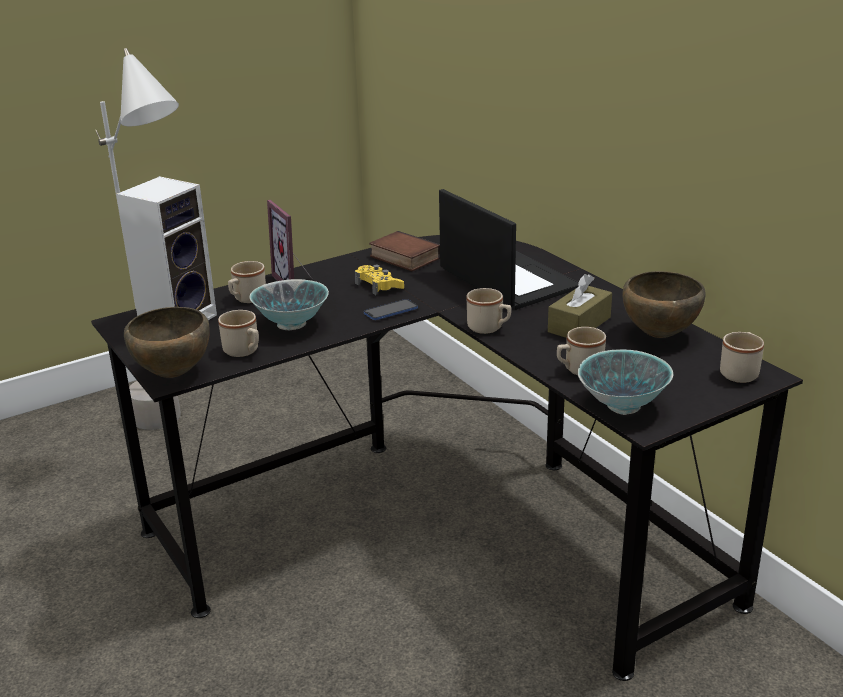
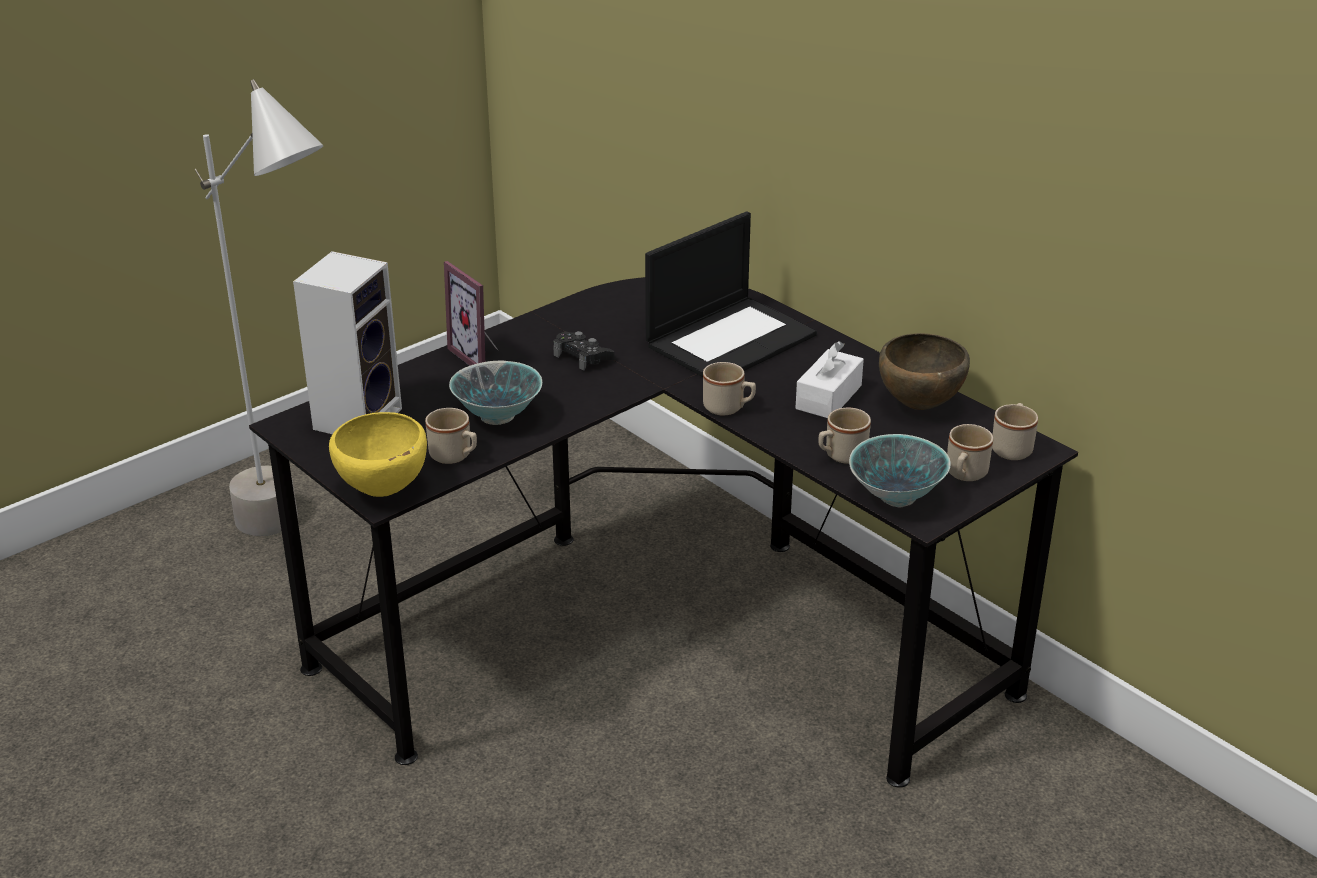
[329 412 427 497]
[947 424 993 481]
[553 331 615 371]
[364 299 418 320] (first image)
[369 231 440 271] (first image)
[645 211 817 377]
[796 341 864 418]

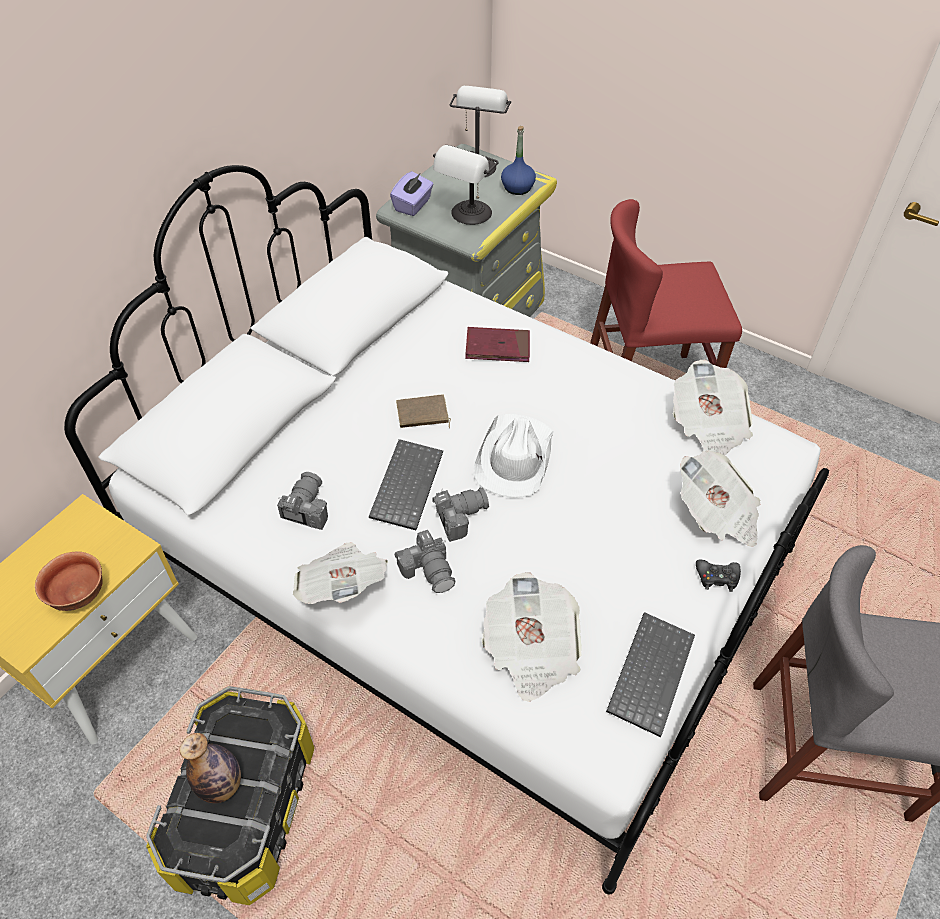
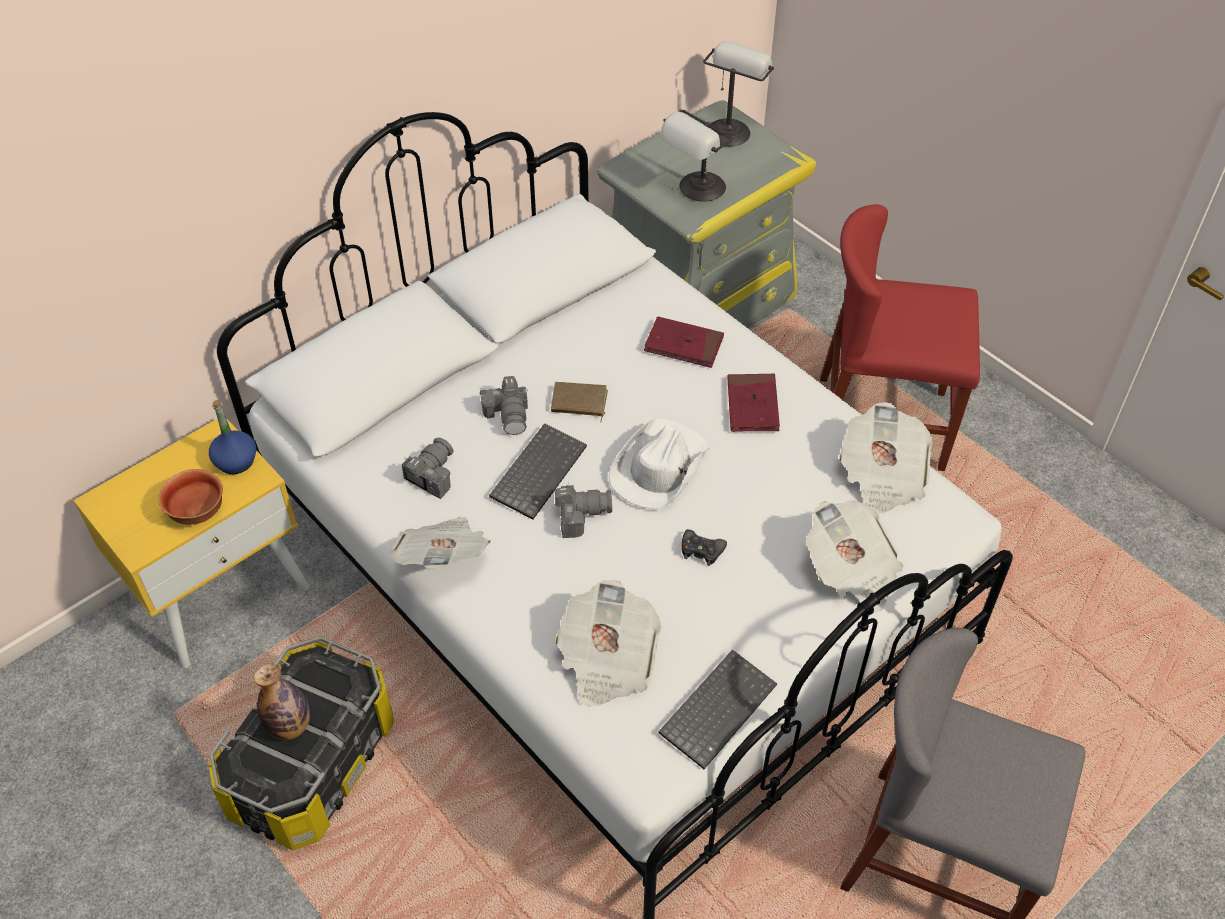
[390 171 433 216] (first image)
[480 376 528 435]
[209 400 256 474]
[682 529 727 566]
[727 374 780 432]

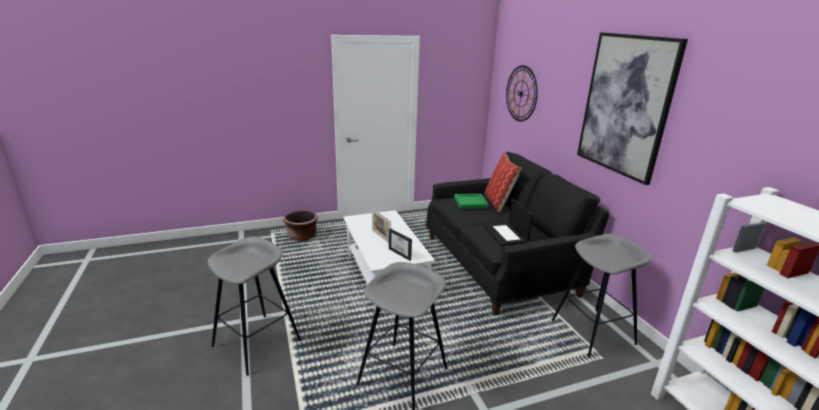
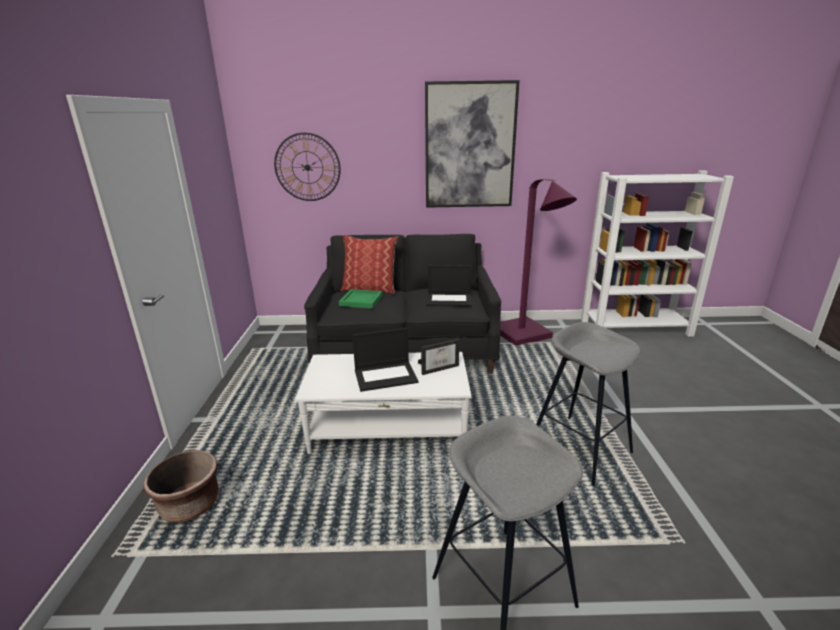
[352 328 419 392]
[500 179 577 346]

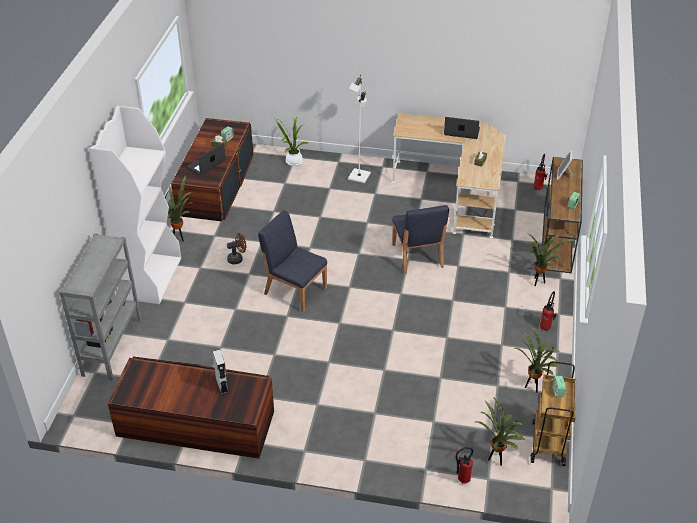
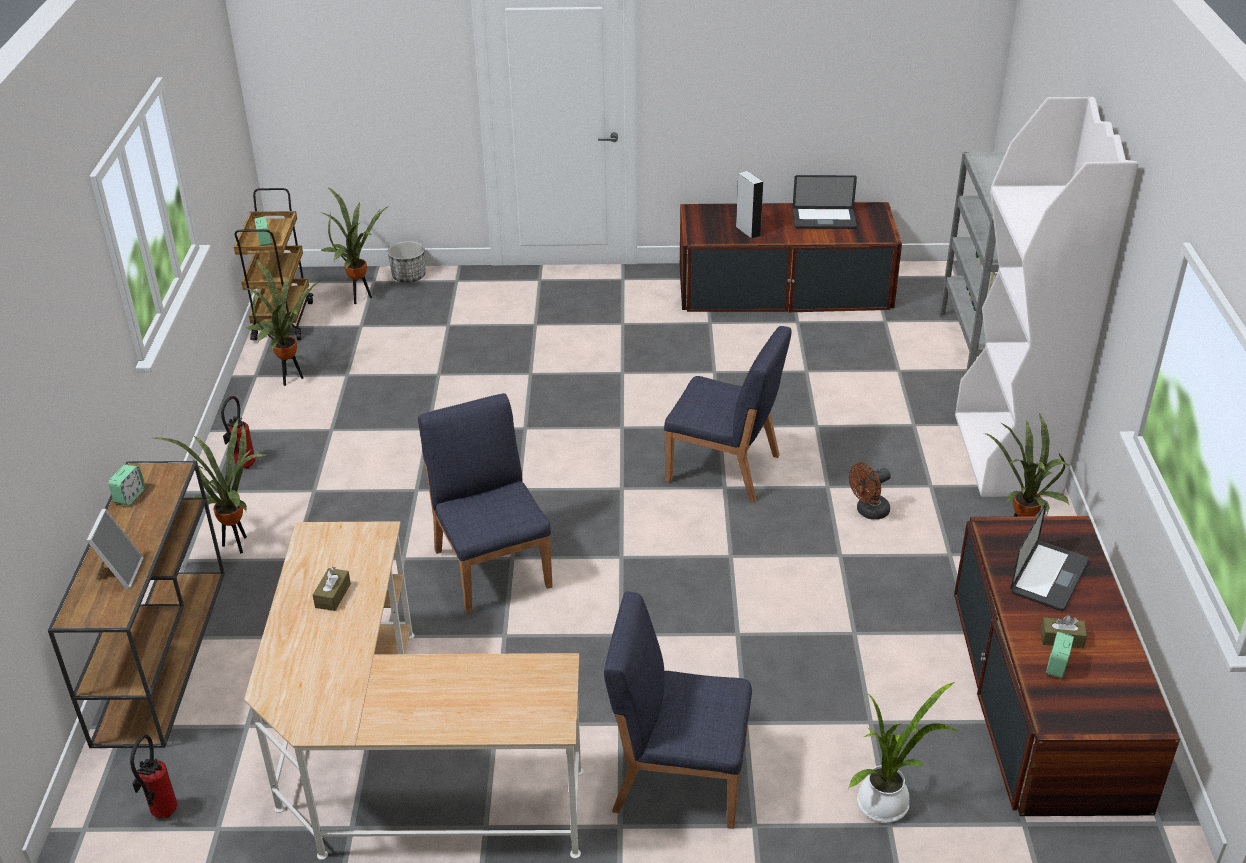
[604 591 752 829]
[793 175 857 229]
[387 241 426 283]

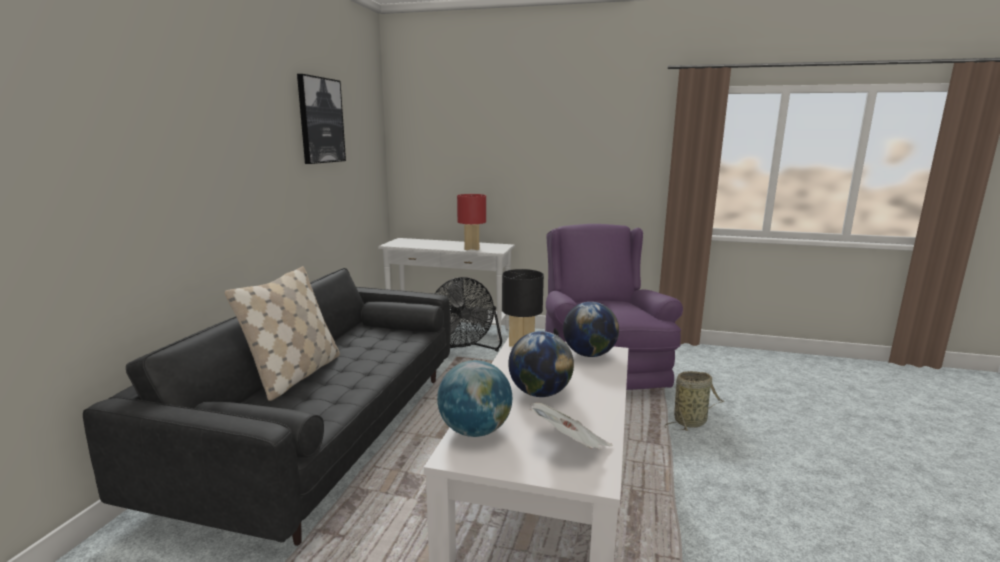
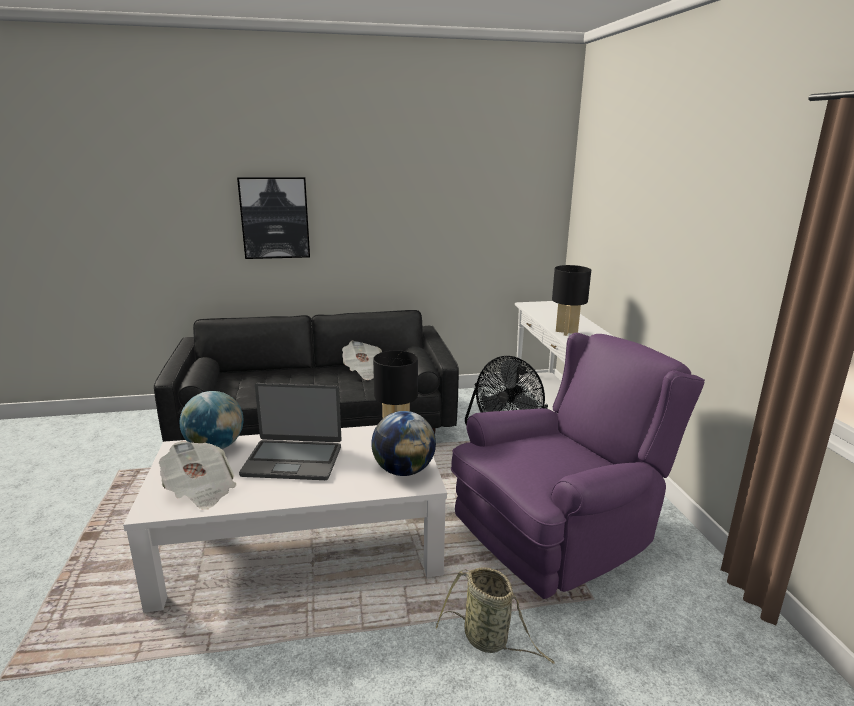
[225 266 340 401] (first image)
[237 177 310 259]
[552 265 591 336]
[239 383 342 480]
[342 341 382 380]

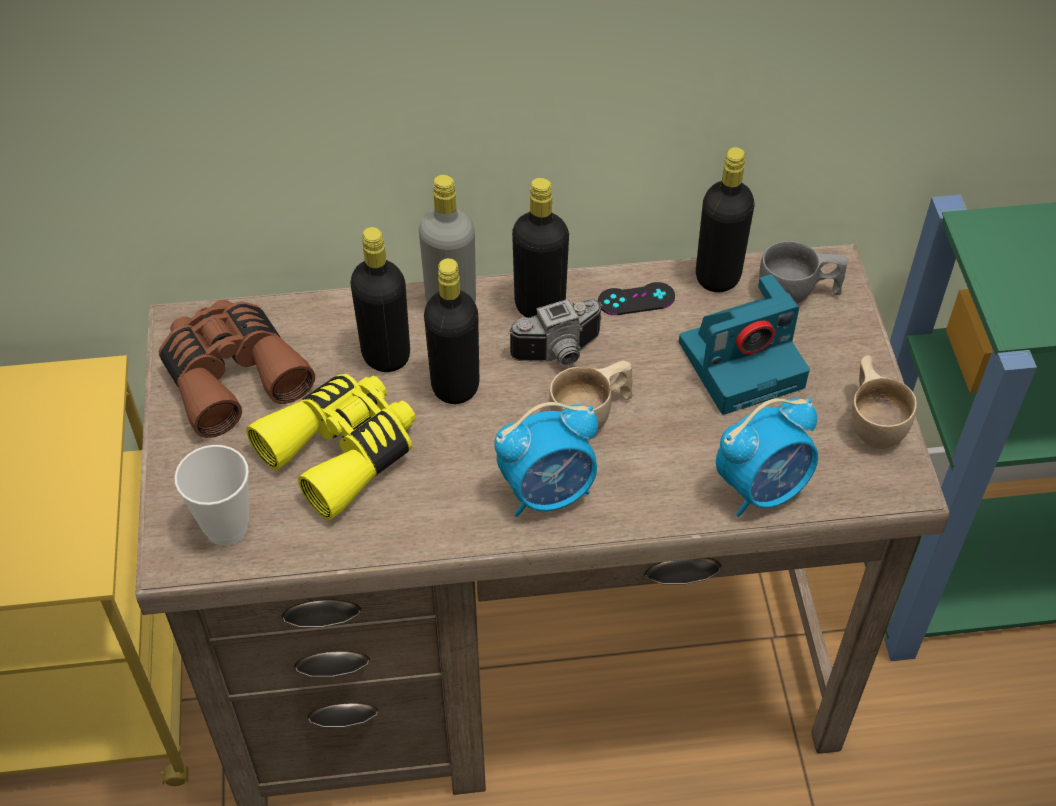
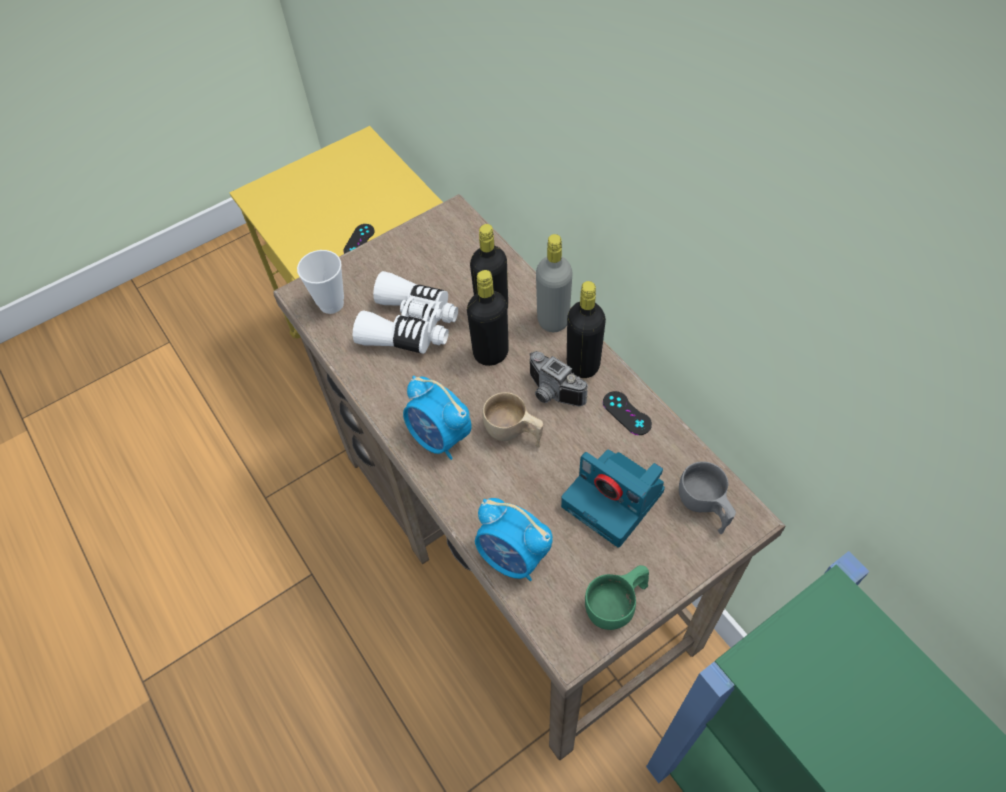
[159 300 315 438] (first image)
[353 271 458 354]
[696 147 754 293] (first image)
[585 565 649 630]
[343 224 375 254]

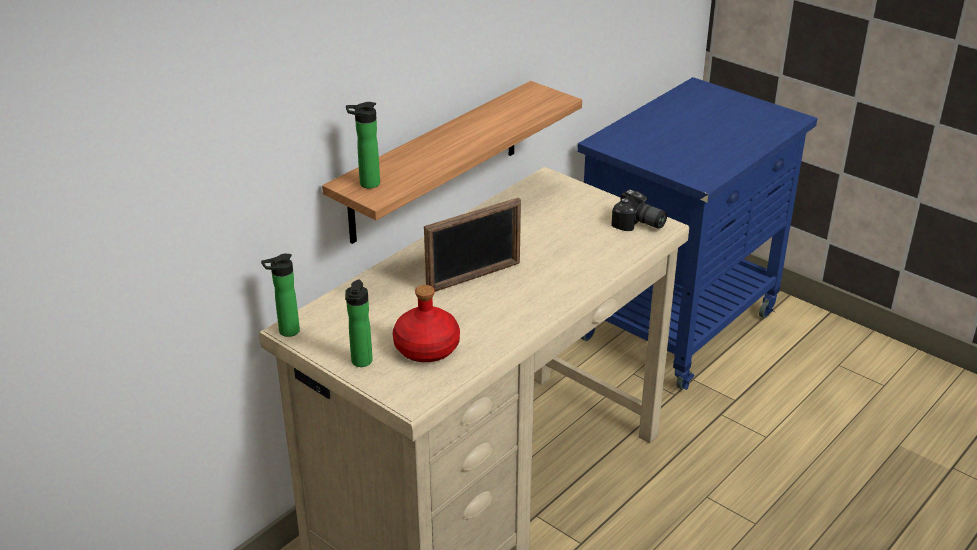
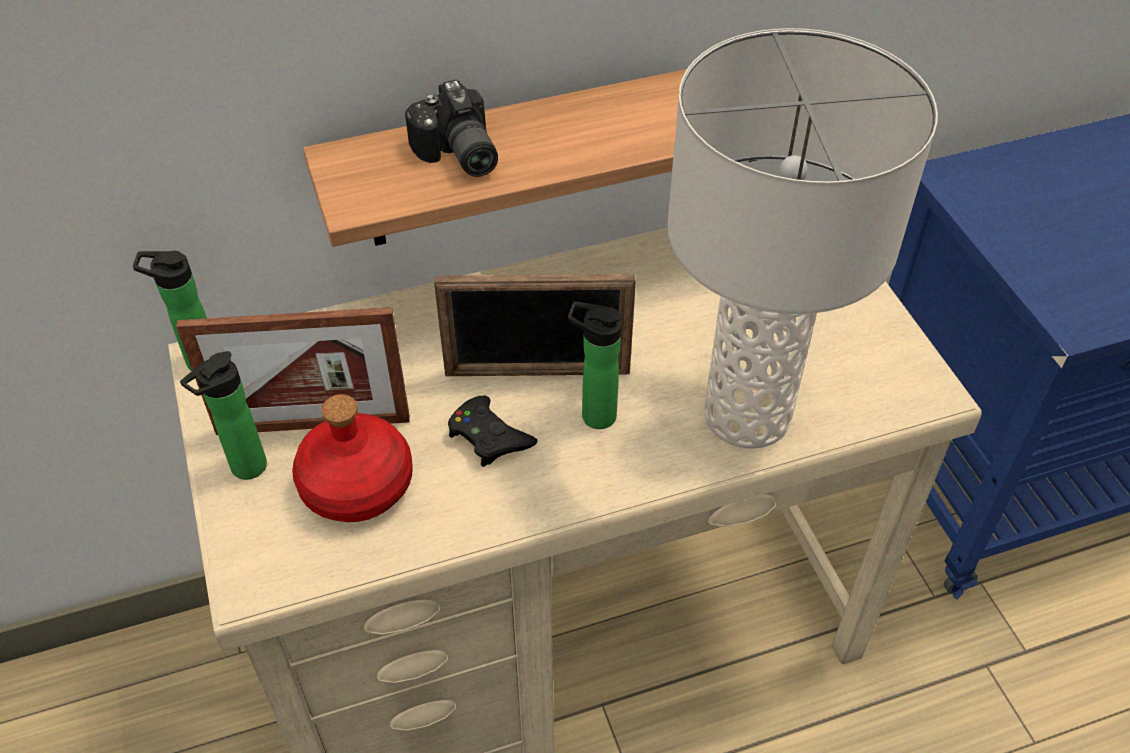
[568 301 623 429]
[405 80 498 177]
[176 307 410 435]
[448 396 537 467]
[667 28 938 448]

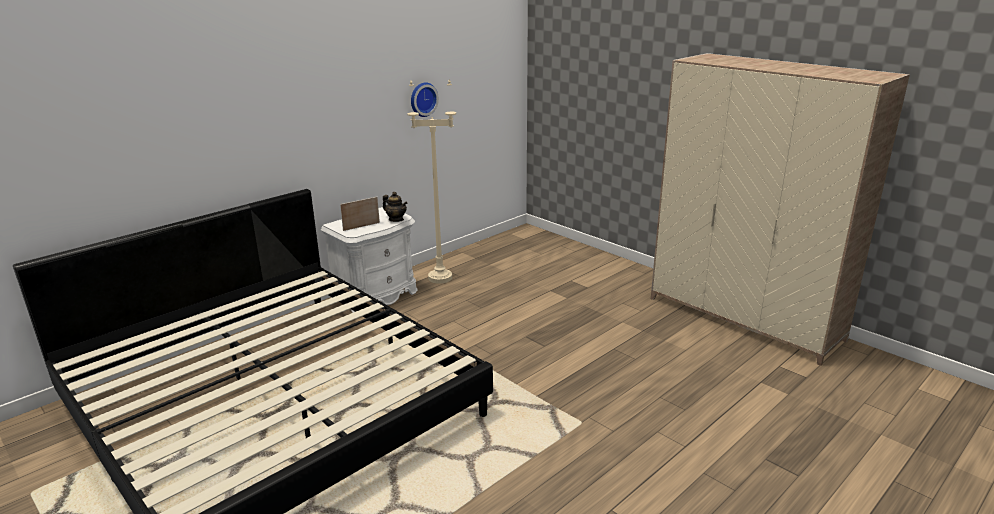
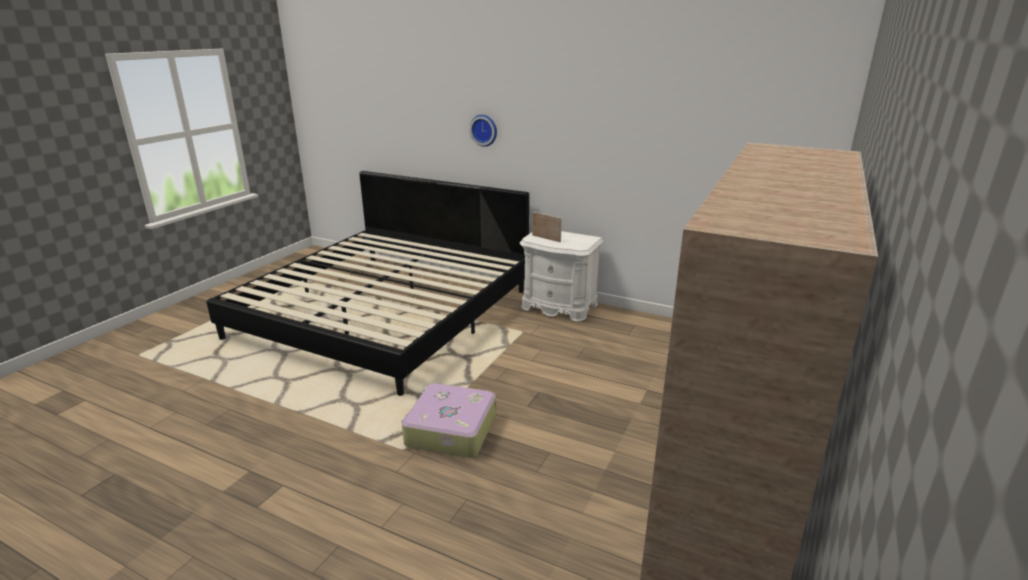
[383 192 408 222] (first image)
[408 80 456 284] (first image)
[469 115 497 147]
[402 383 496 458]

